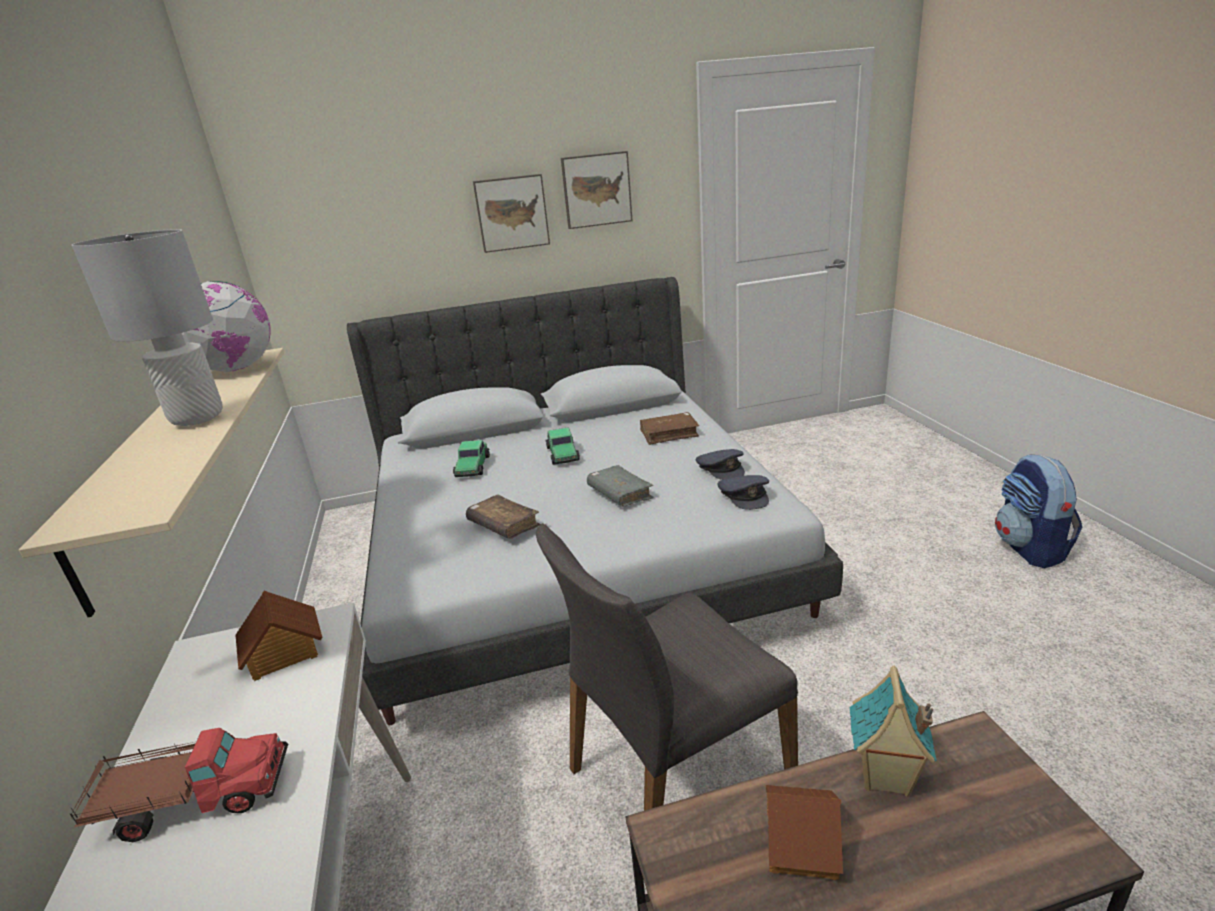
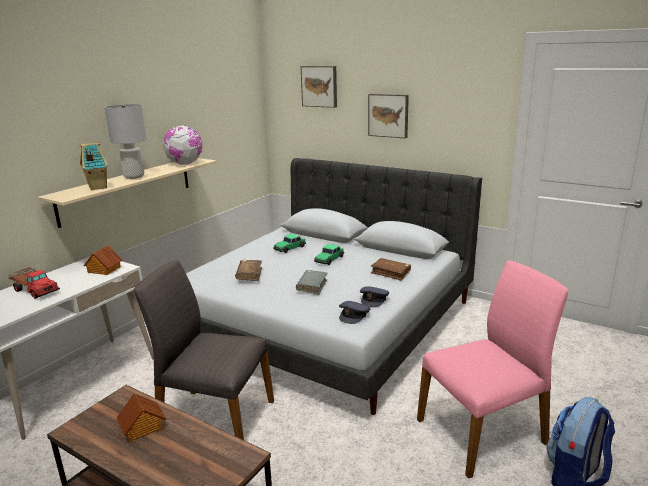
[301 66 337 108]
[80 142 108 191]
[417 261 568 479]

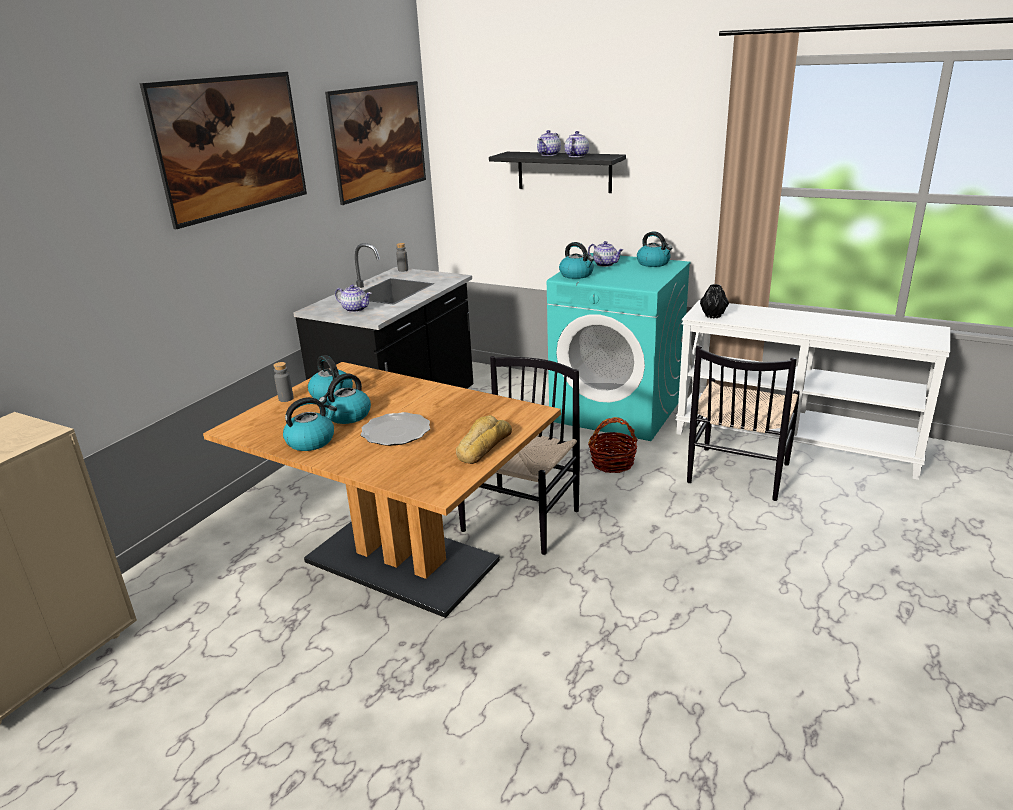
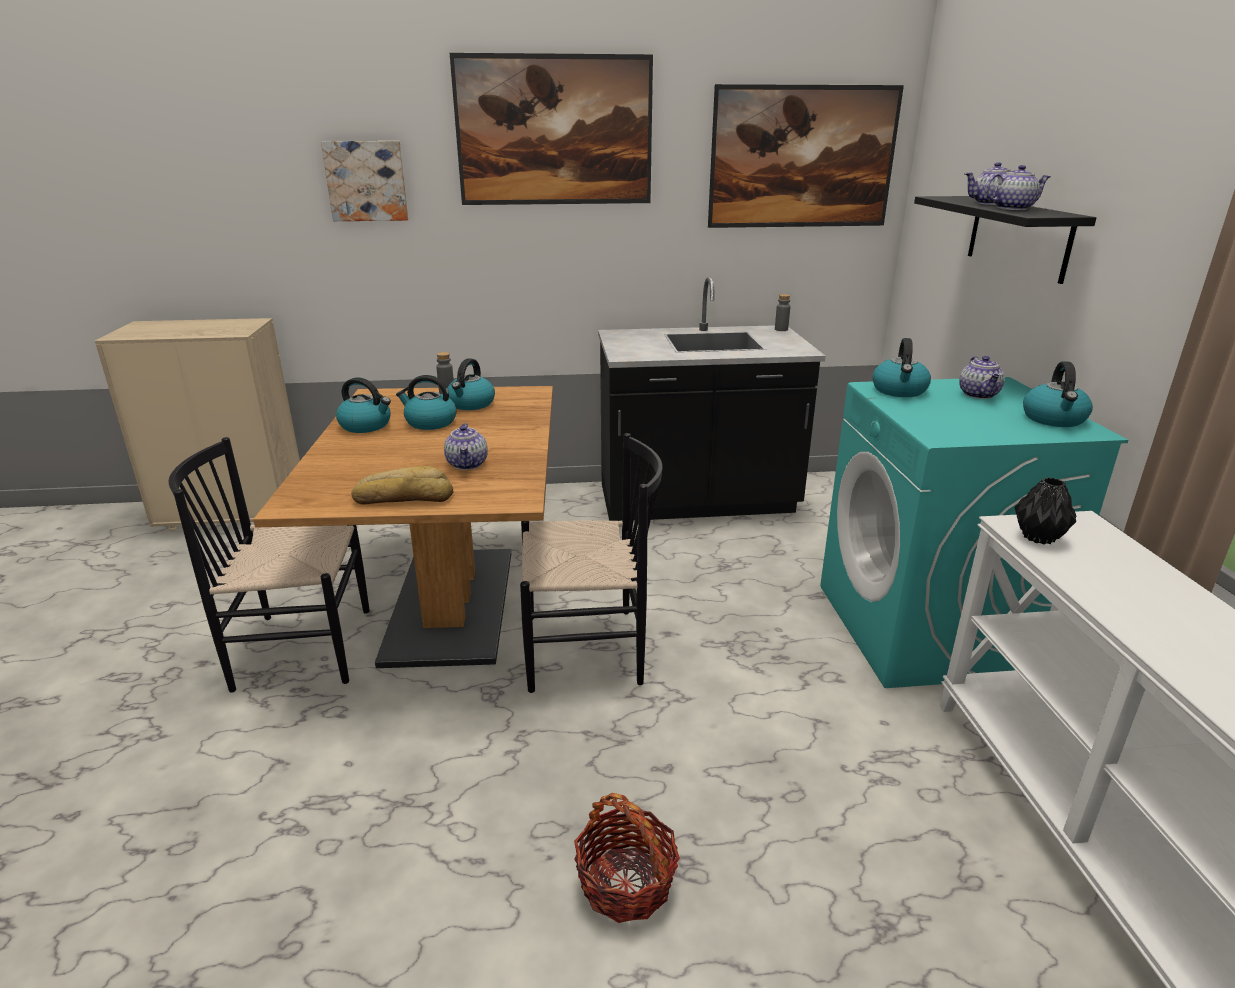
[444 423 488 470]
[361 412 430 446] (first image)
[574 793 680 923]
[169 437 370 693]
[321 141 408 221]

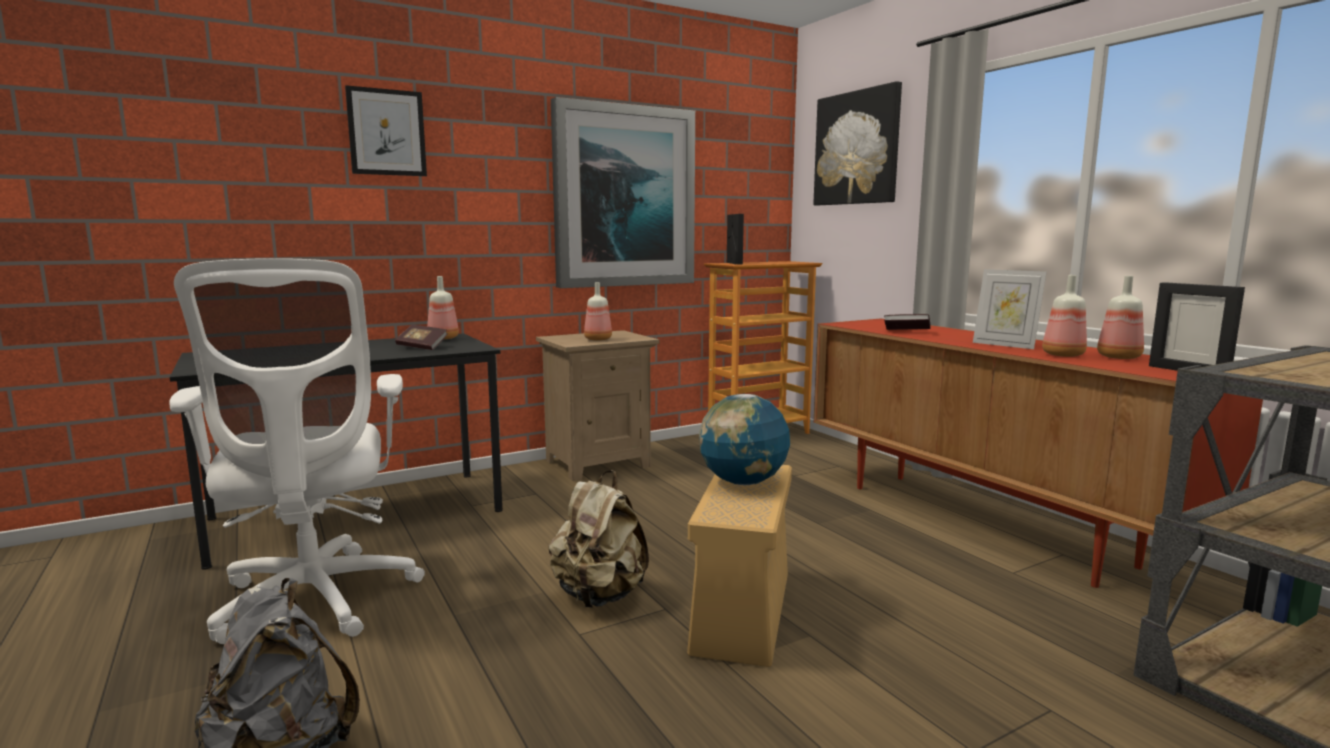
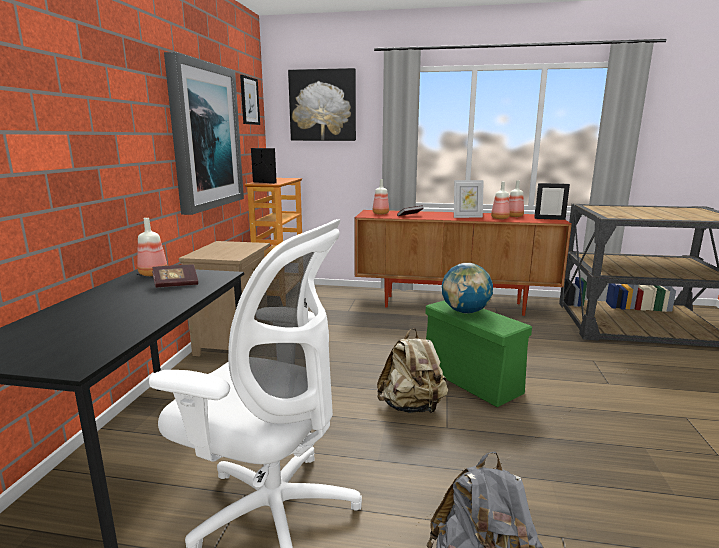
[240 75 260 125]
[373 179 389 214]
[425 300 532 407]

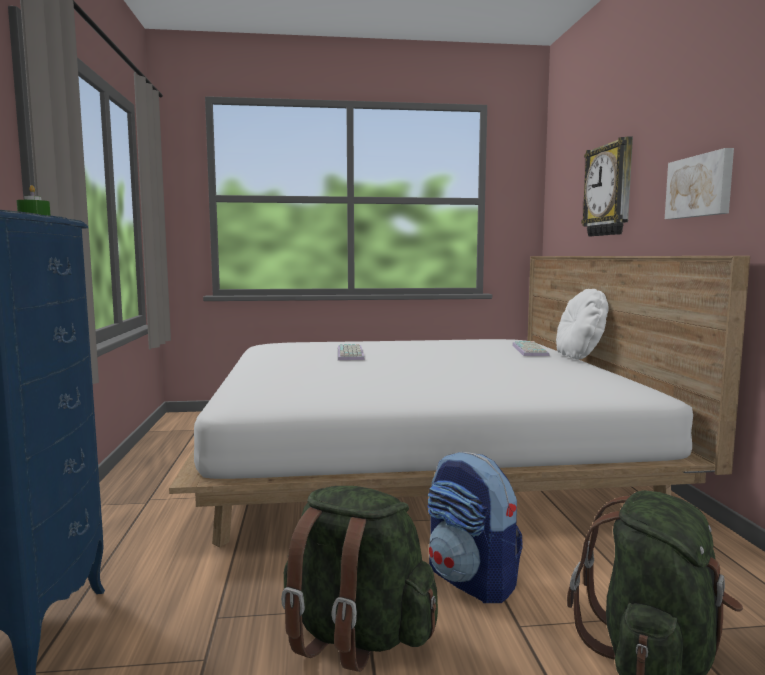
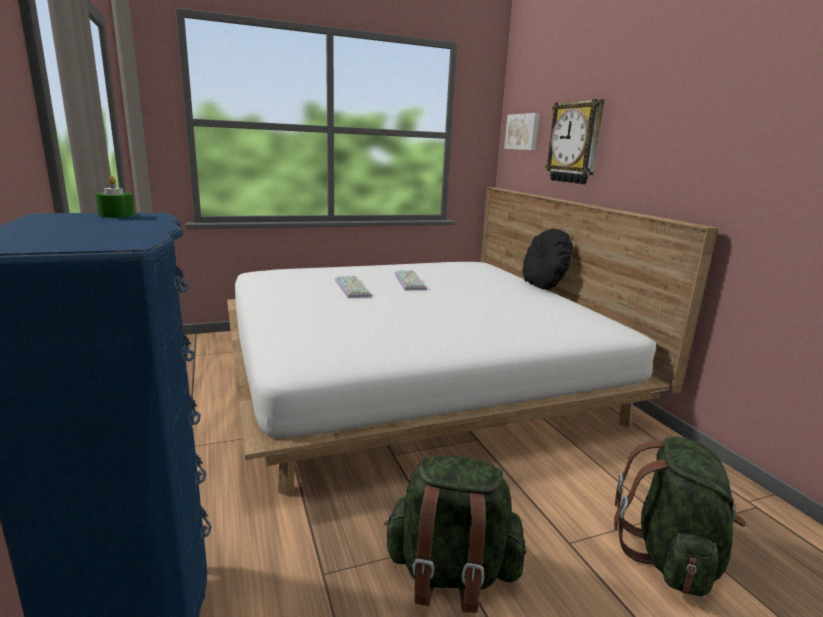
[427 452 523 603] (first image)
[395 271 427 290]
[522 229 573 290]
[504 113 540 150]

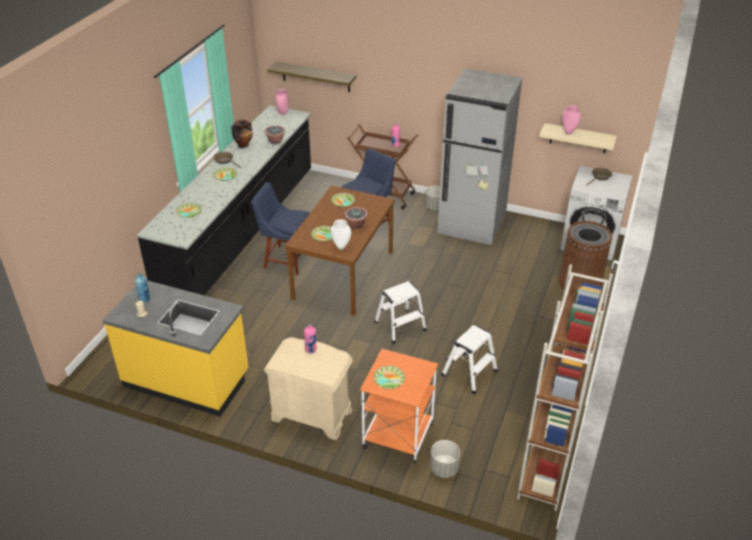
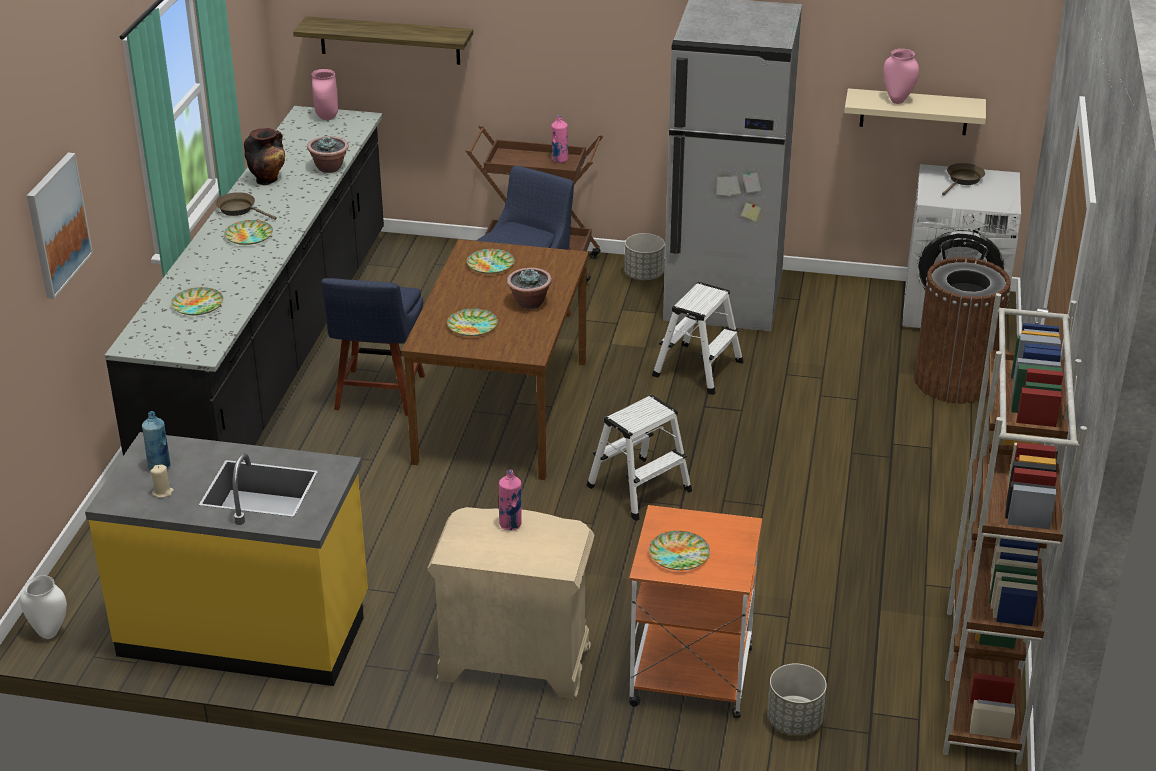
[321 278 425 416]
[20 575 67 639]
[652 282 744 395]
[27 153 93 299]

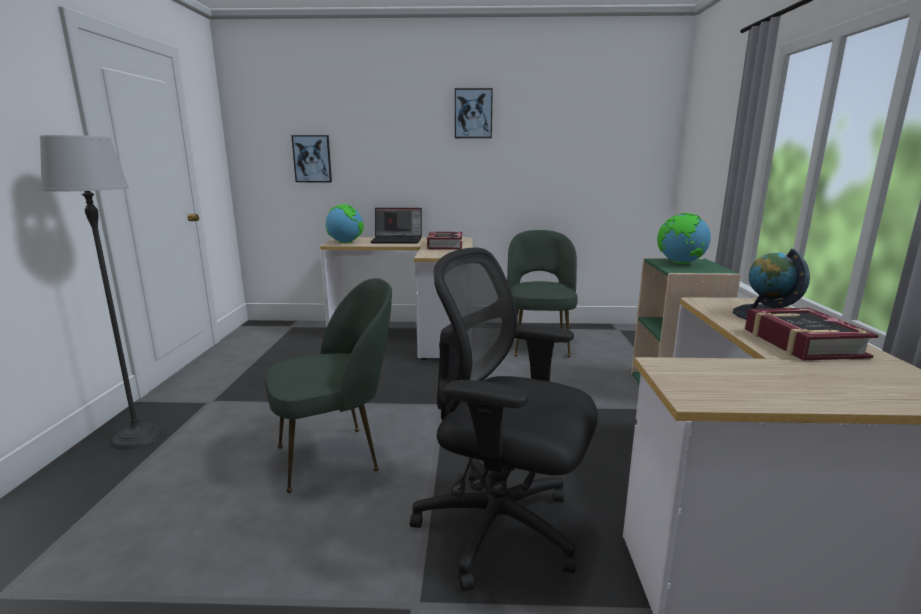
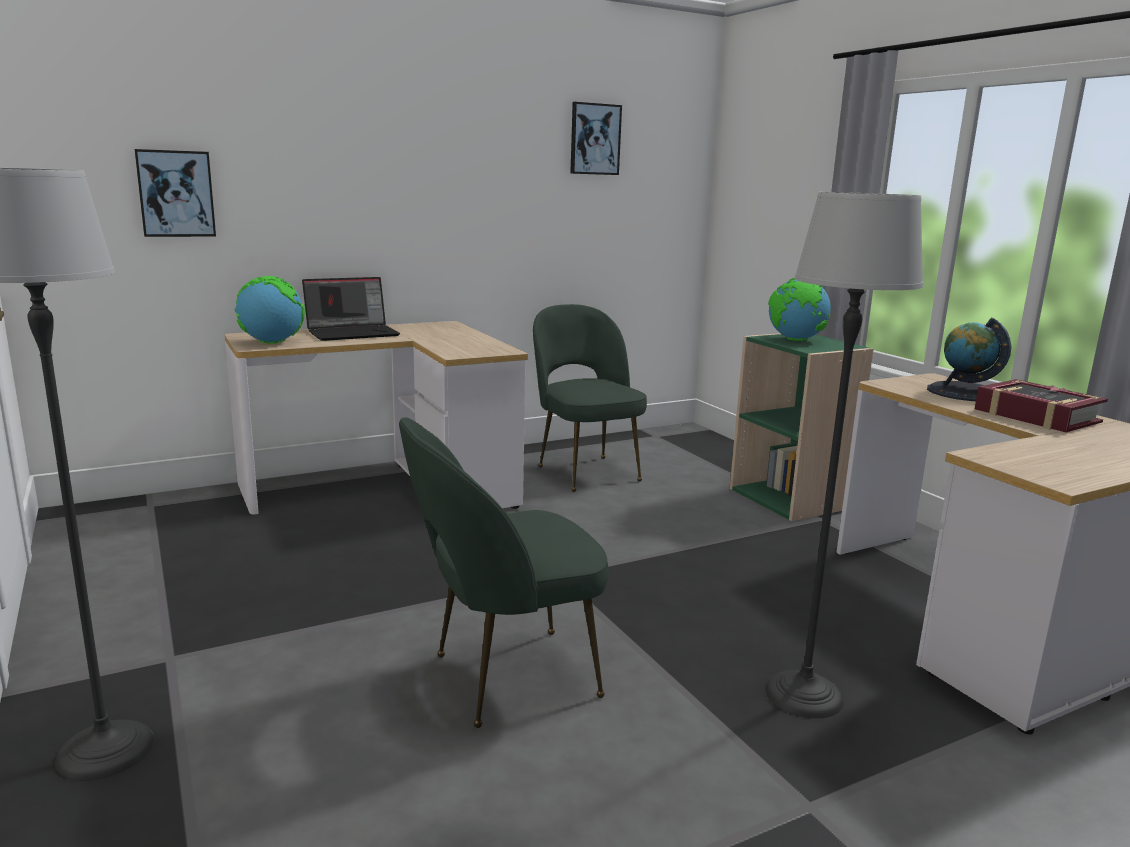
[399 417 609 728]
[765 192 923 718]
[427 232 462 249] (first image)
[570 102 622 175]

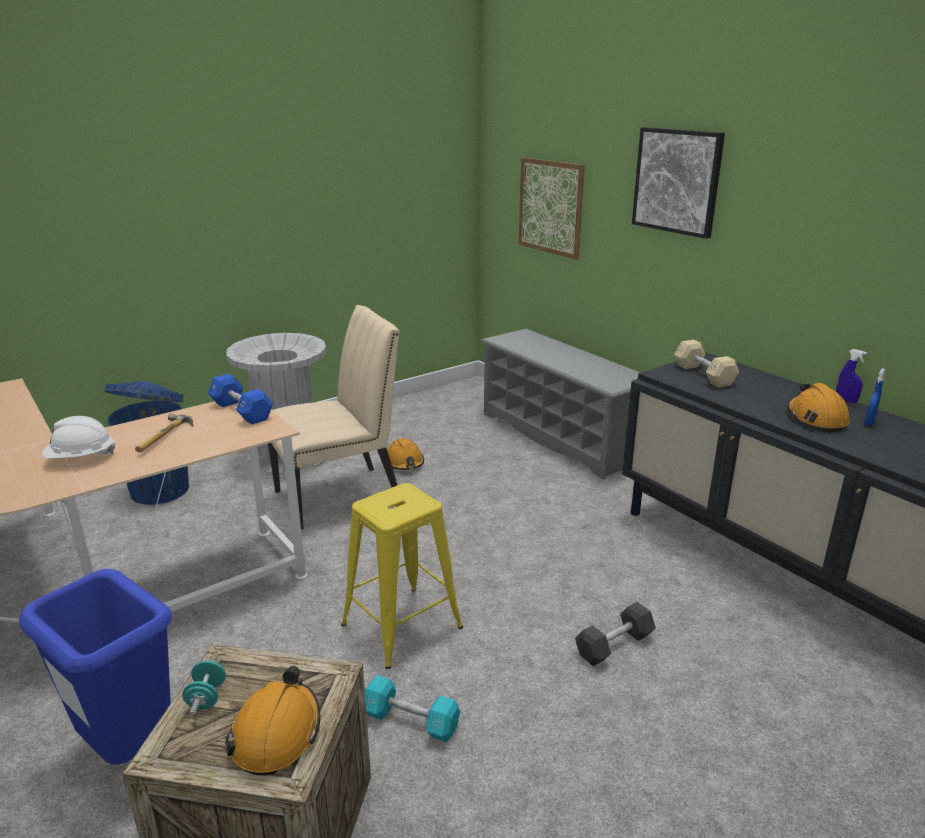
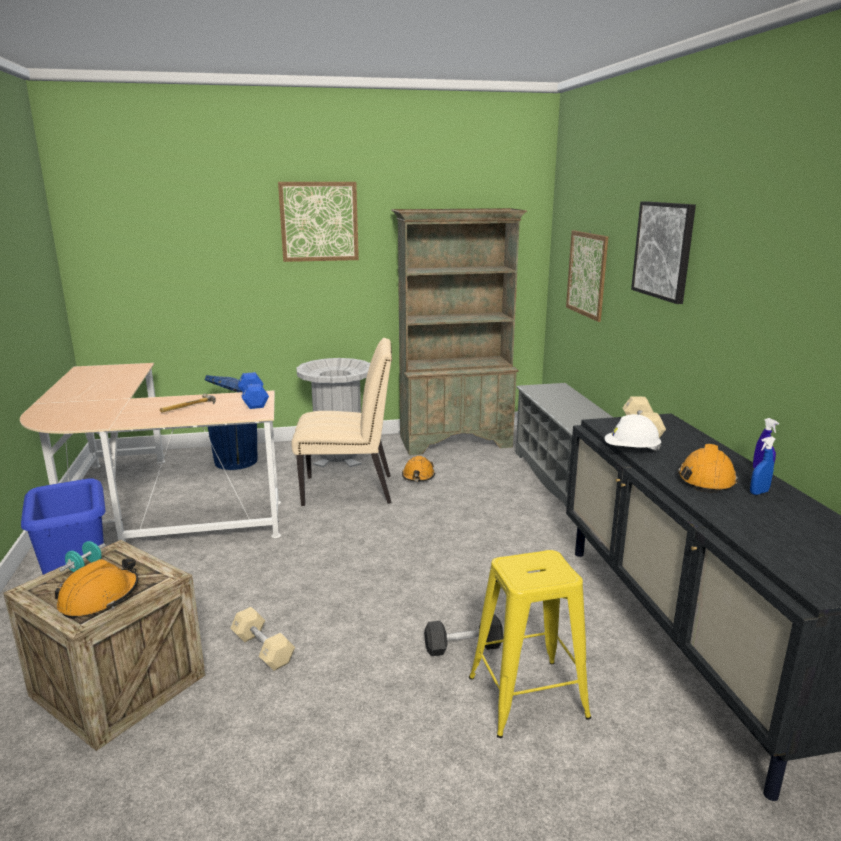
[605 414 661 451]
[469 550 591 738]
[230 607 295 671]
[278 180 359 262]
[391 208 527 455]

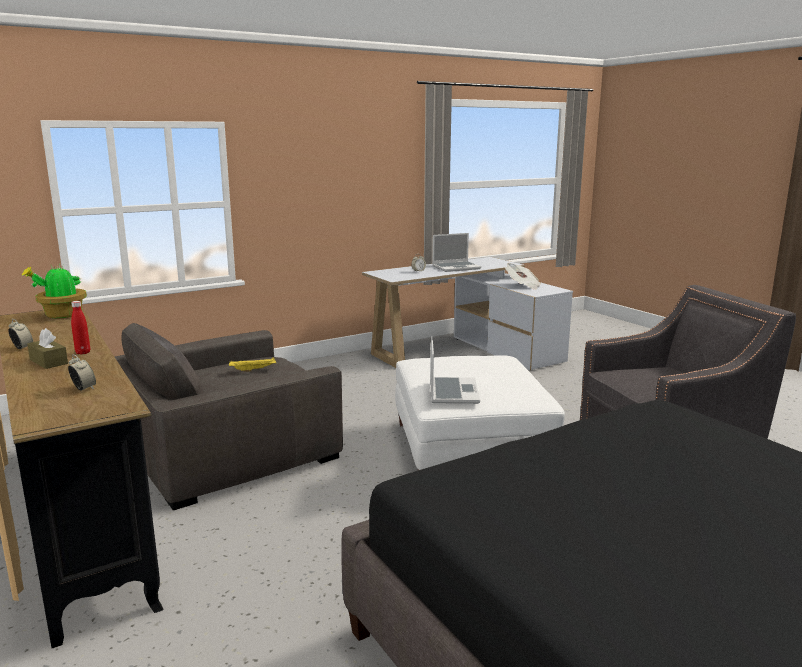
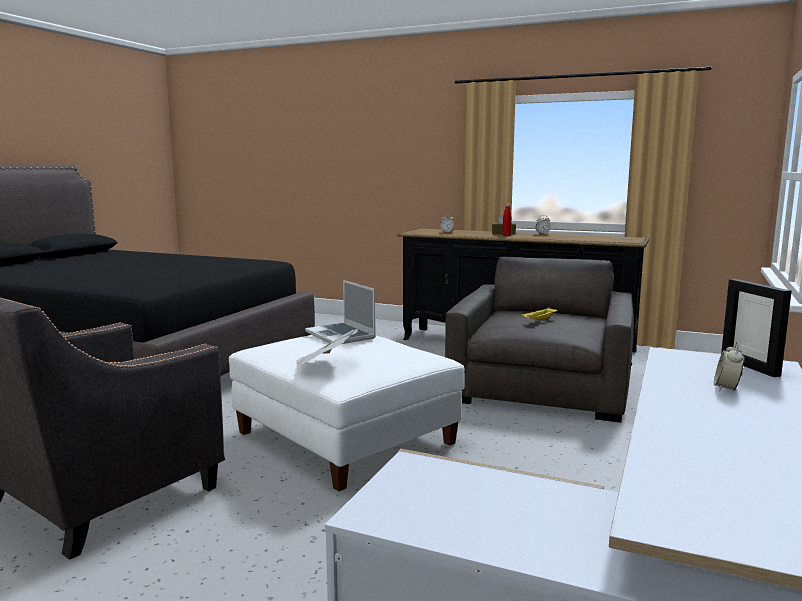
[22 265 87 318] (first image)
[432 233 481 272] (first image)
[296 329 358 367]
[721 279 792 377]

